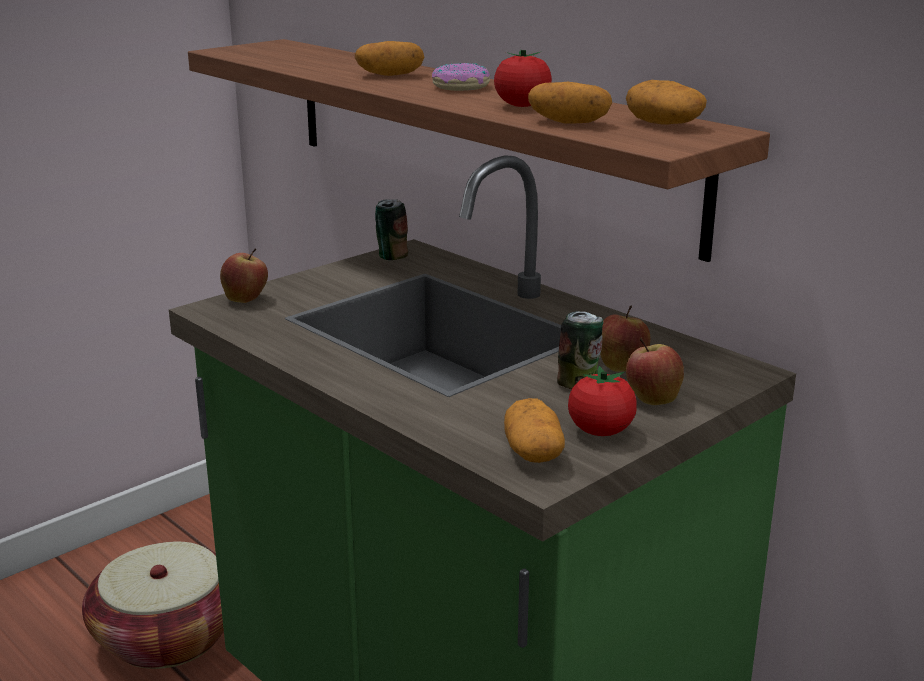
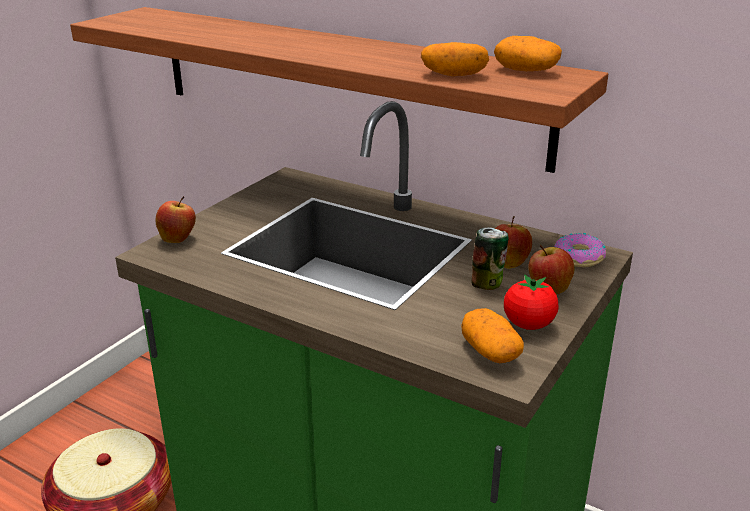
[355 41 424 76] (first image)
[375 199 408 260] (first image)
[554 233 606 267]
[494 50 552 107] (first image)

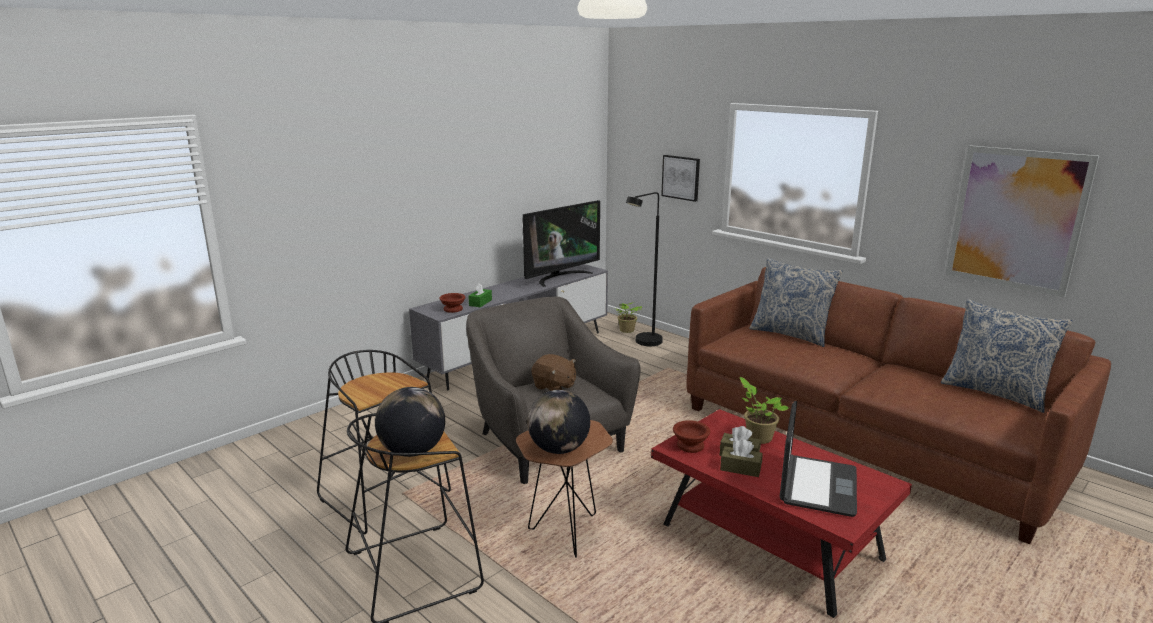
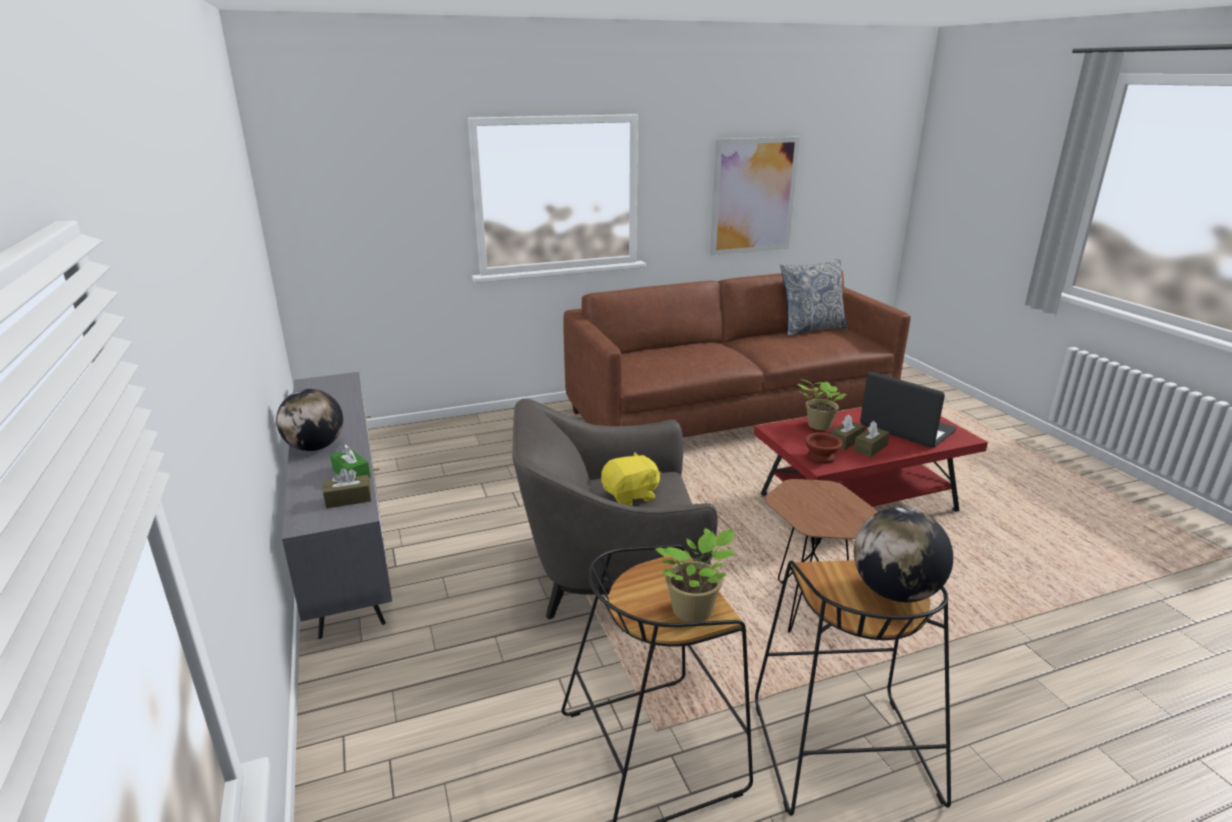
[323 468 371 508]
[523 200 600 287] (first image)
[276 389 343 451]
[601 452 661 506]
[655 528 734 622]
[626 192 663 346] (first image)
[661 155 700 202] (first image)
[749 258 843 347] (first image)

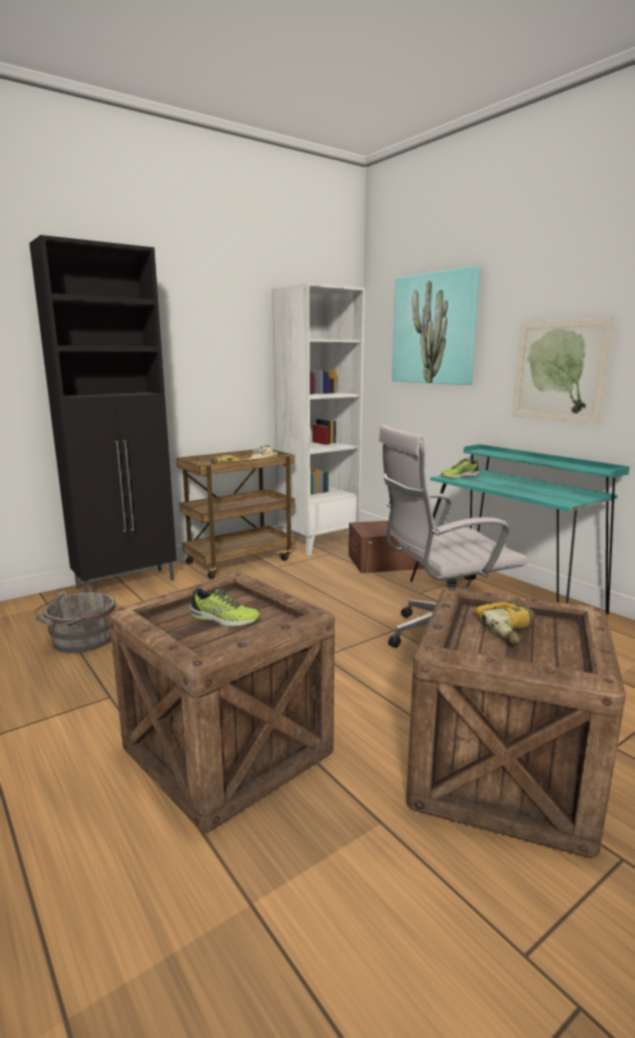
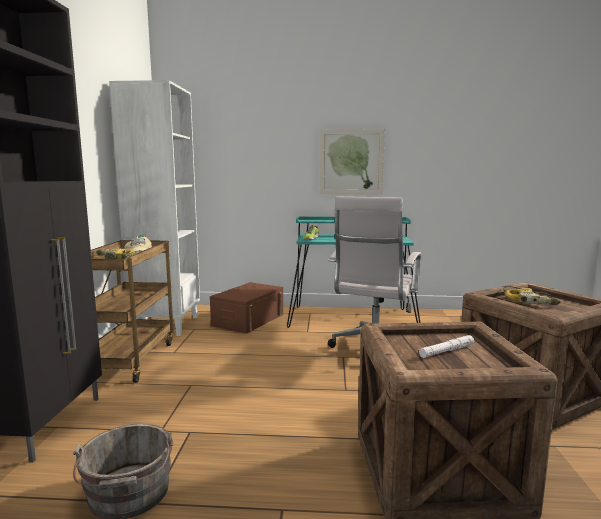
[419 335 474 358]
[392 266 481 385] (first image)

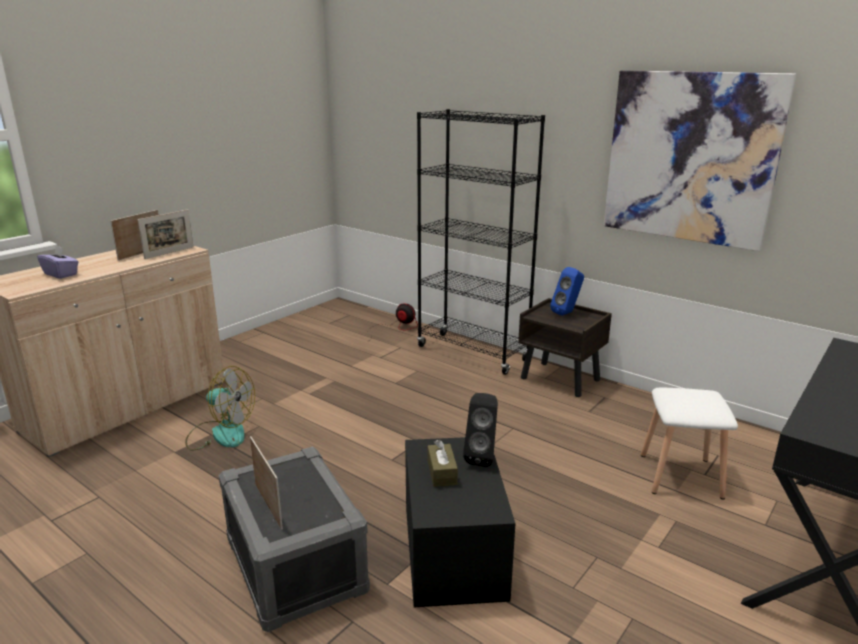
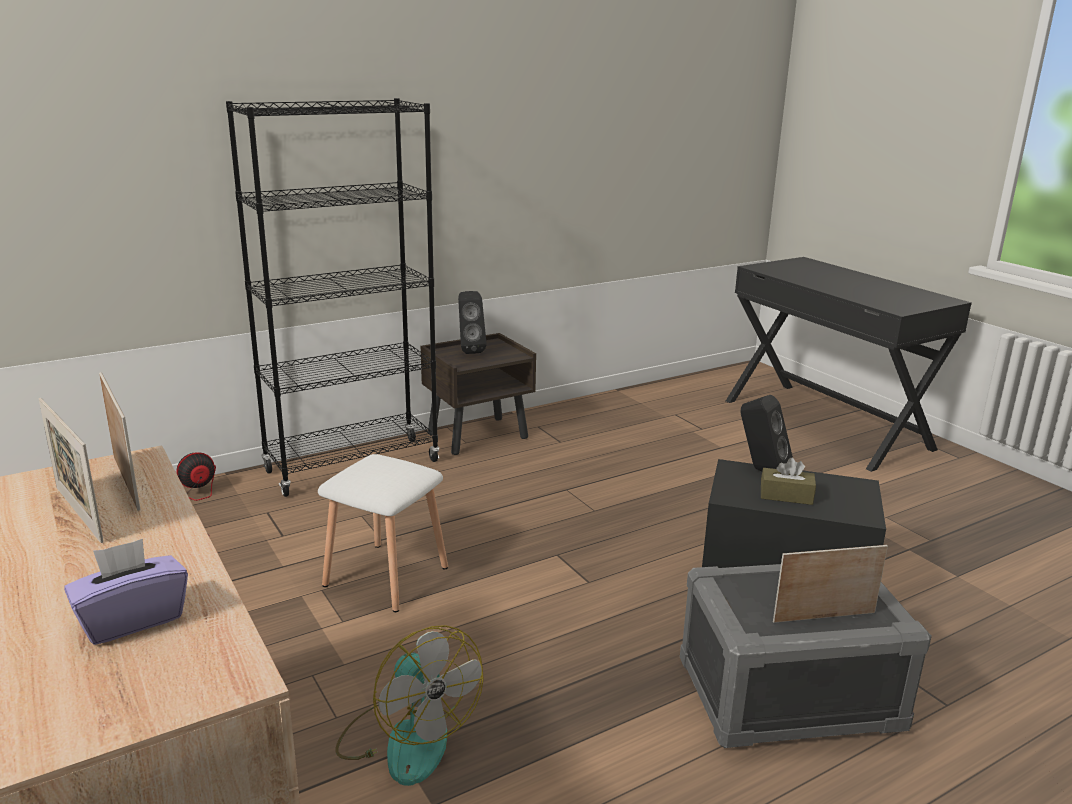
[335 625 484 786]
[458 291 487 354]
[604 71 796 251] (first image)
[318 454 448 612]

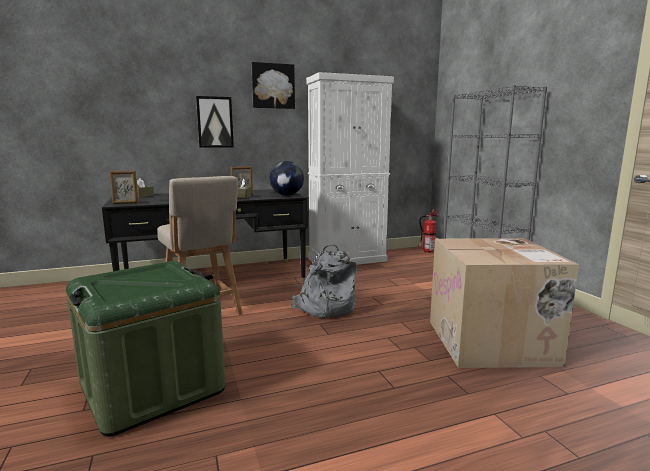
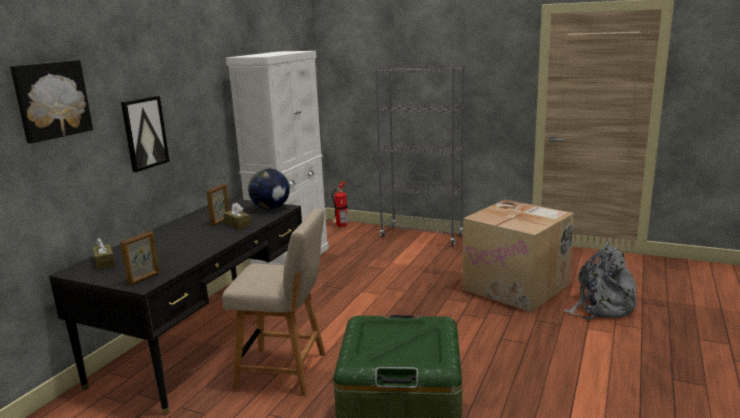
[10 60 93 143]
[563 240 638 320]

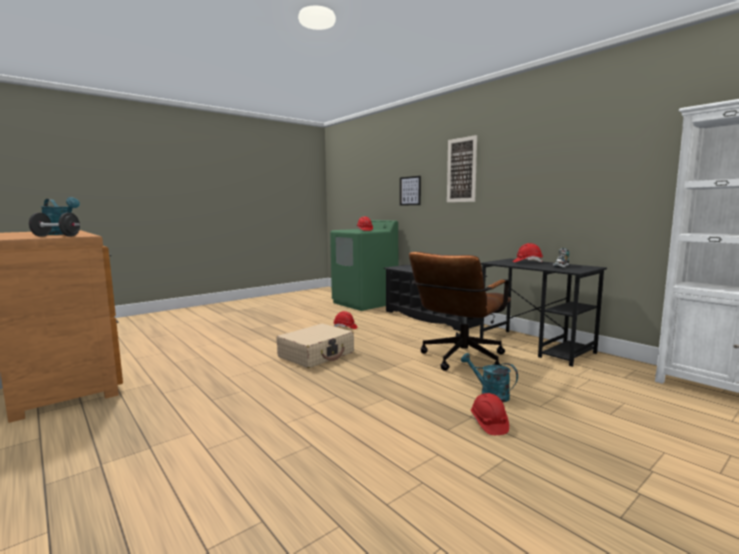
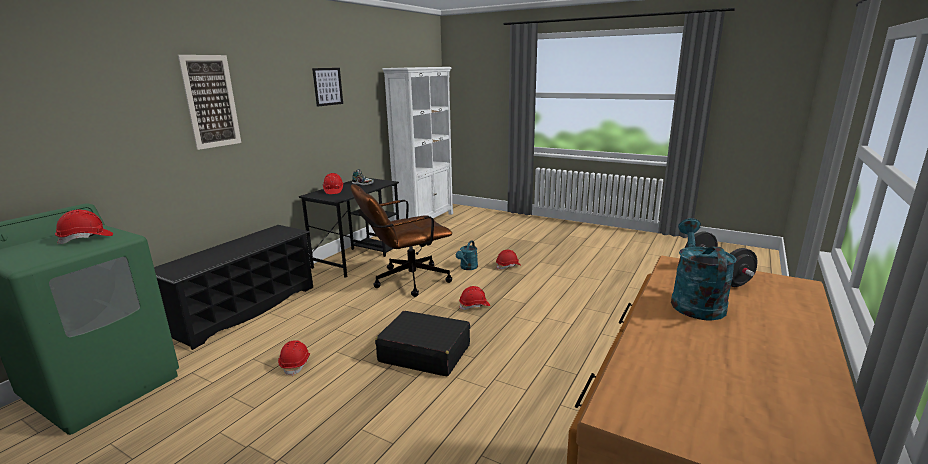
[375 311 470 376]
[312 68 343 107]
[351 184 452 297]
[459 286 490 310]

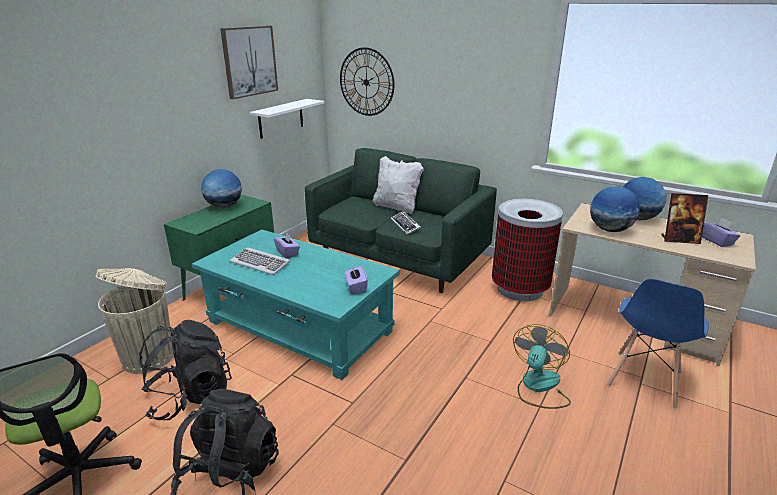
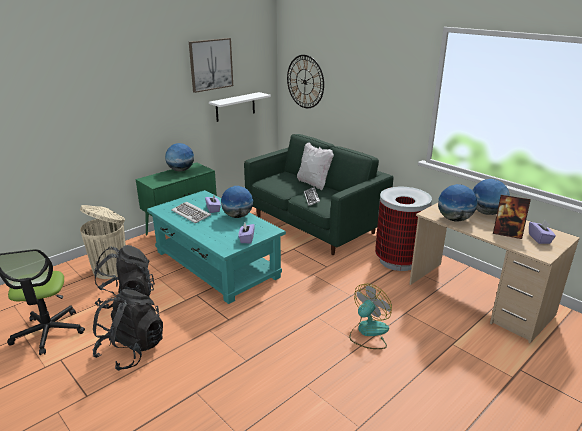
[607 279 709 409] (first image)
[221 186 253 218]

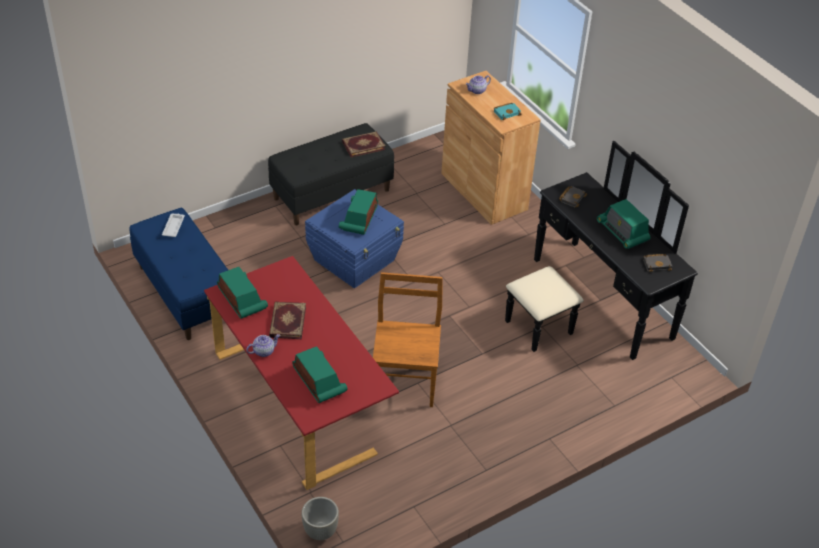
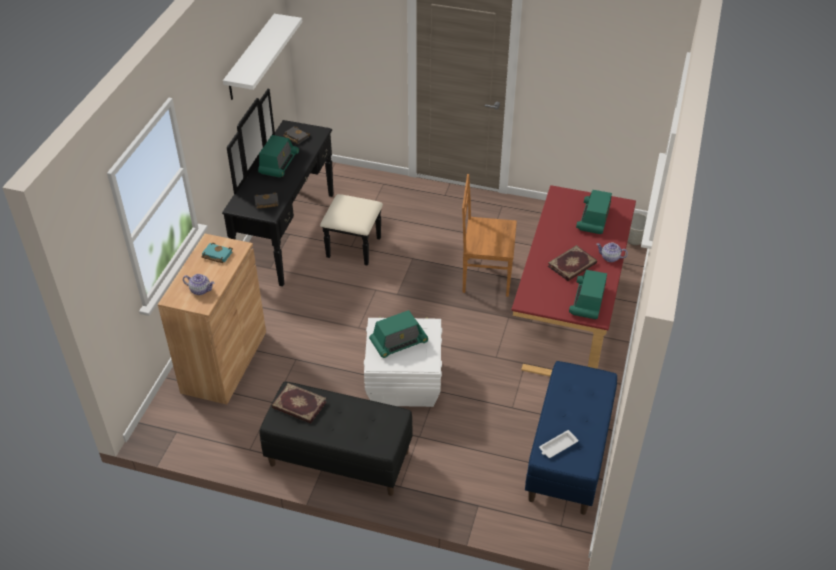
[364 317 442 407]
[462 174 517 297]
[223 14 302 100]

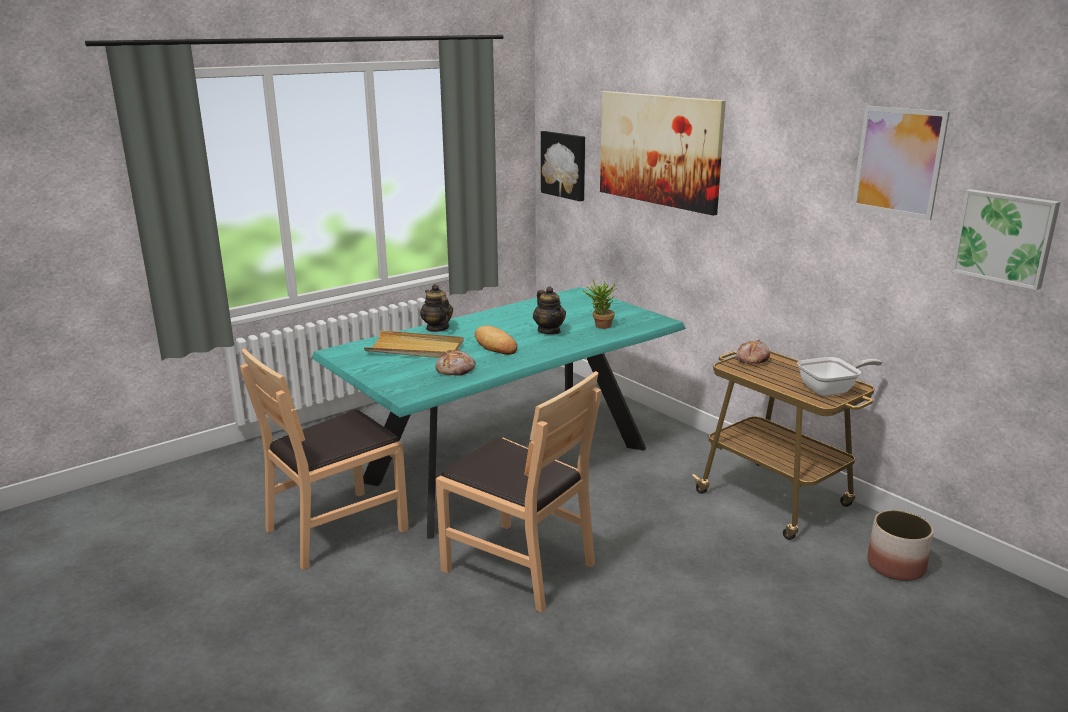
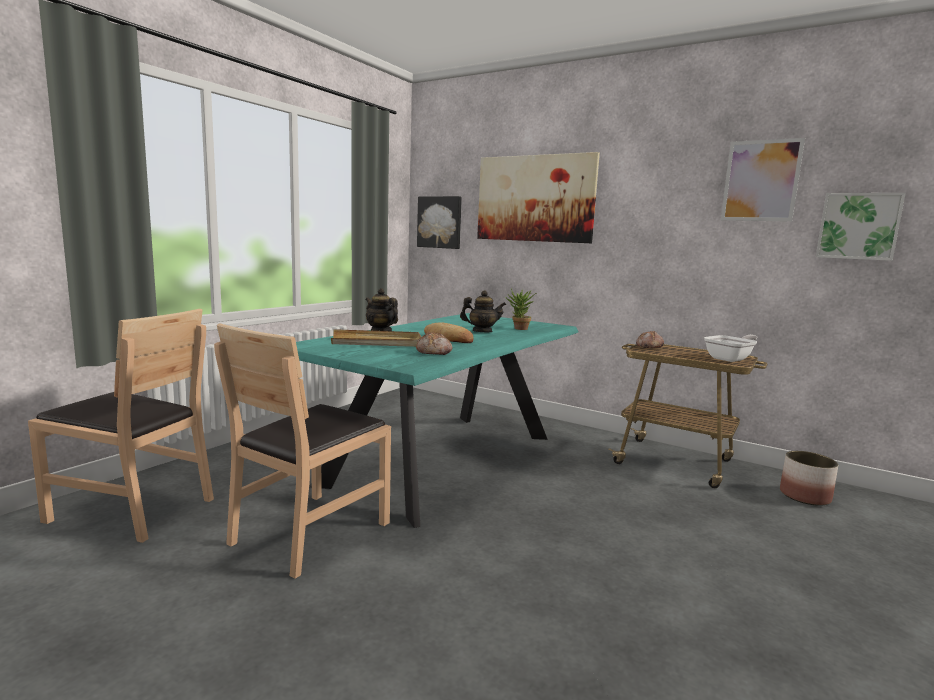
[28 309 214 543]
[460 290 506 332]

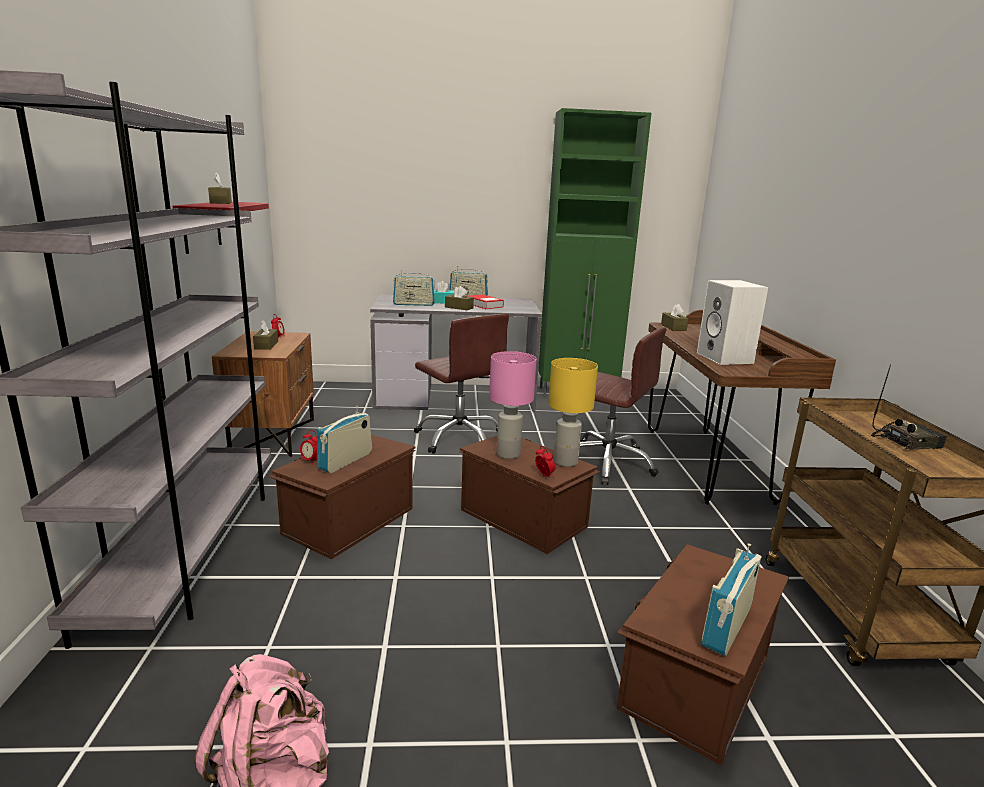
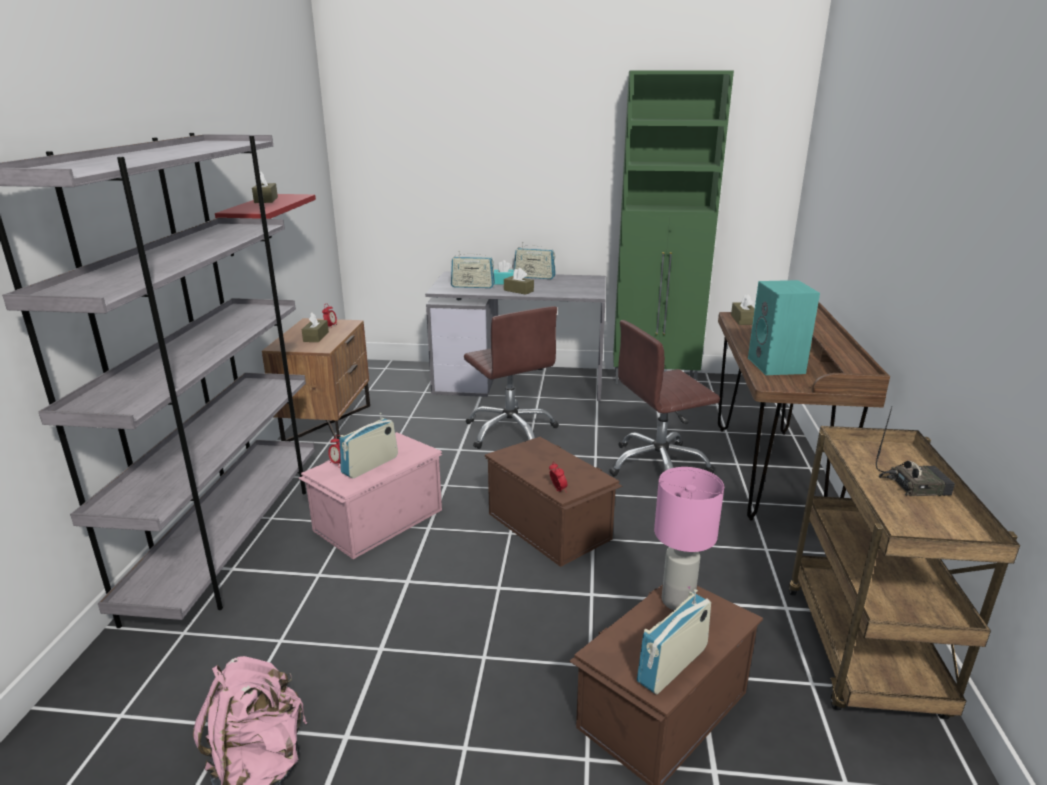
[298 432 442 559]
[468 294 504 309] (first image)
[654 467 724 610]
[548 358 598 467] (first image)
[609 320 720 476]
[748 280 820 375]

